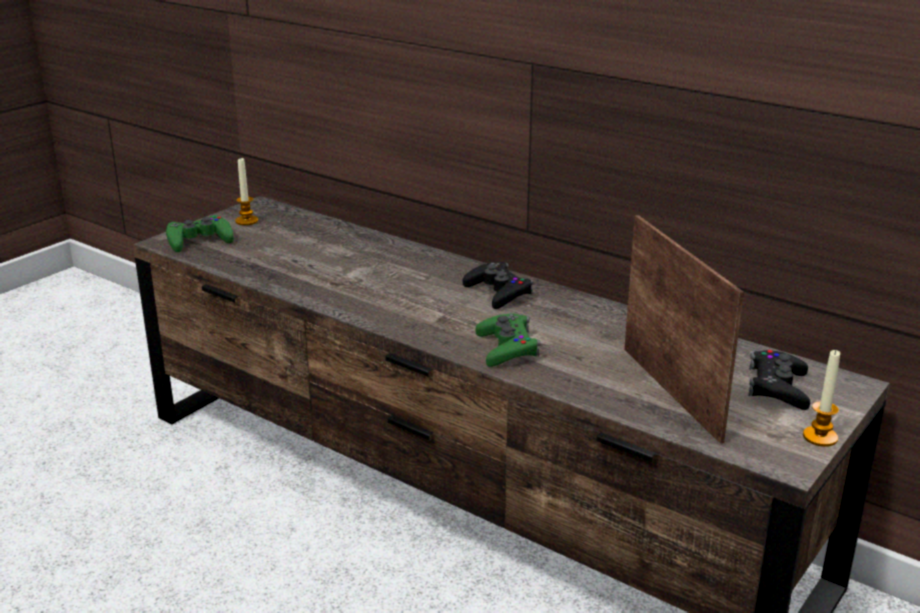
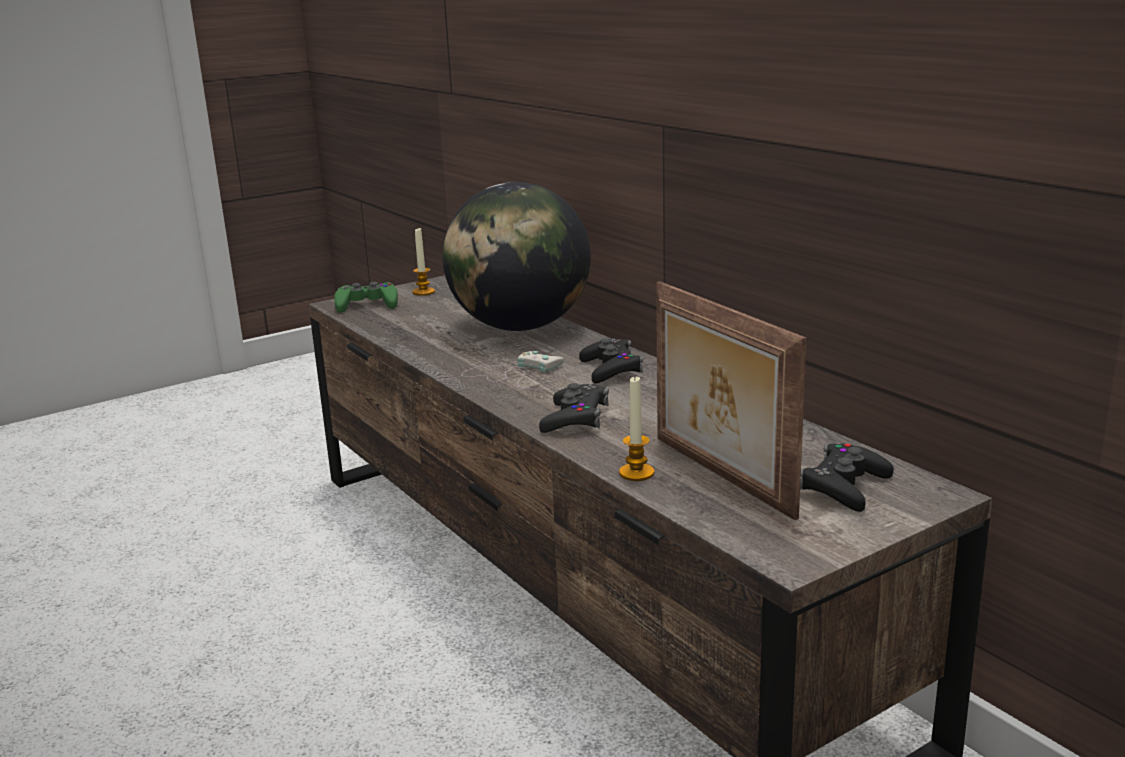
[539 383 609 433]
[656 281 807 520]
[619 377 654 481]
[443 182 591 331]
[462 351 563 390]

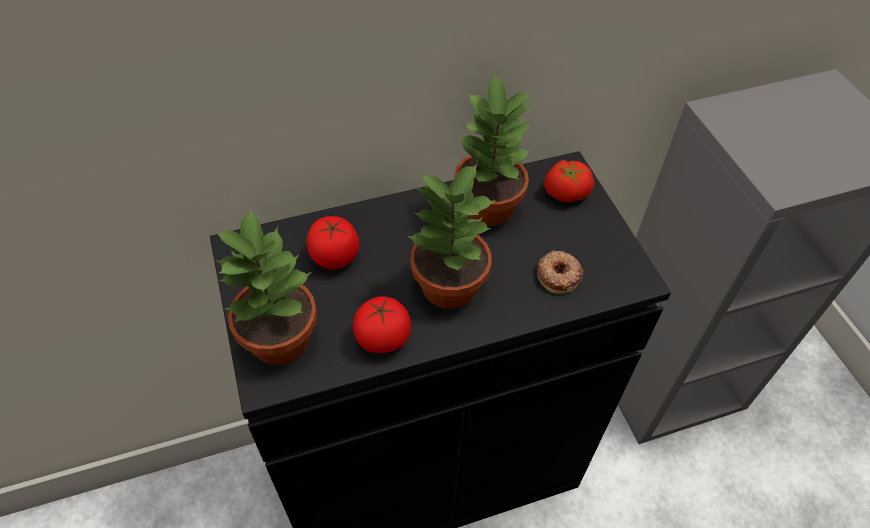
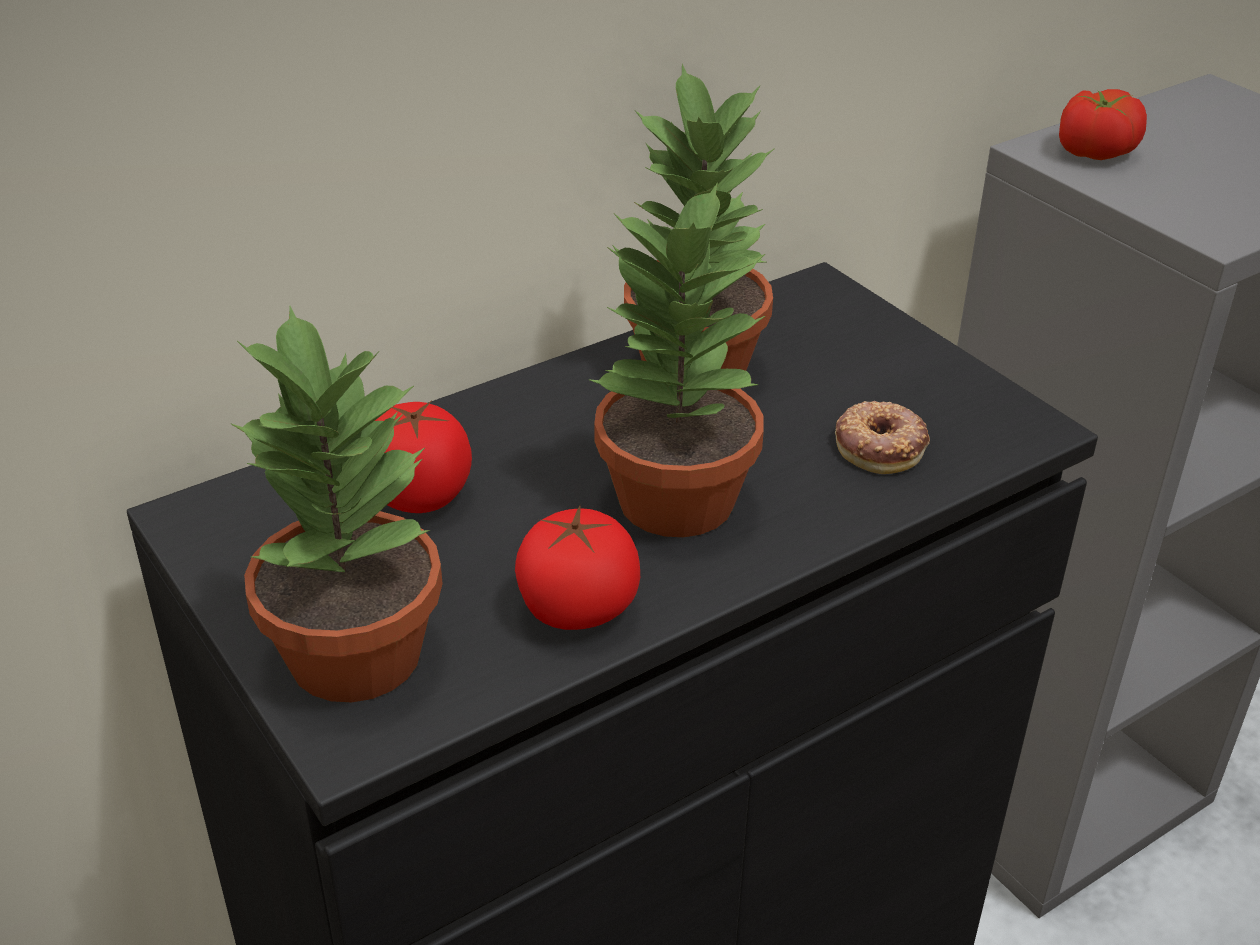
[1059 89 1147 160]

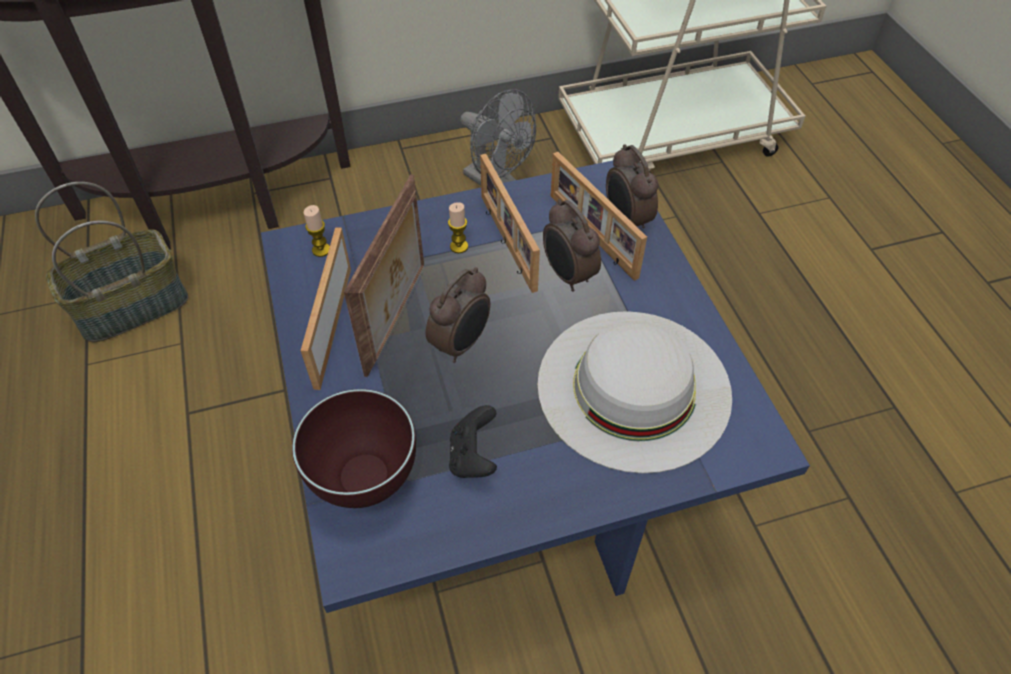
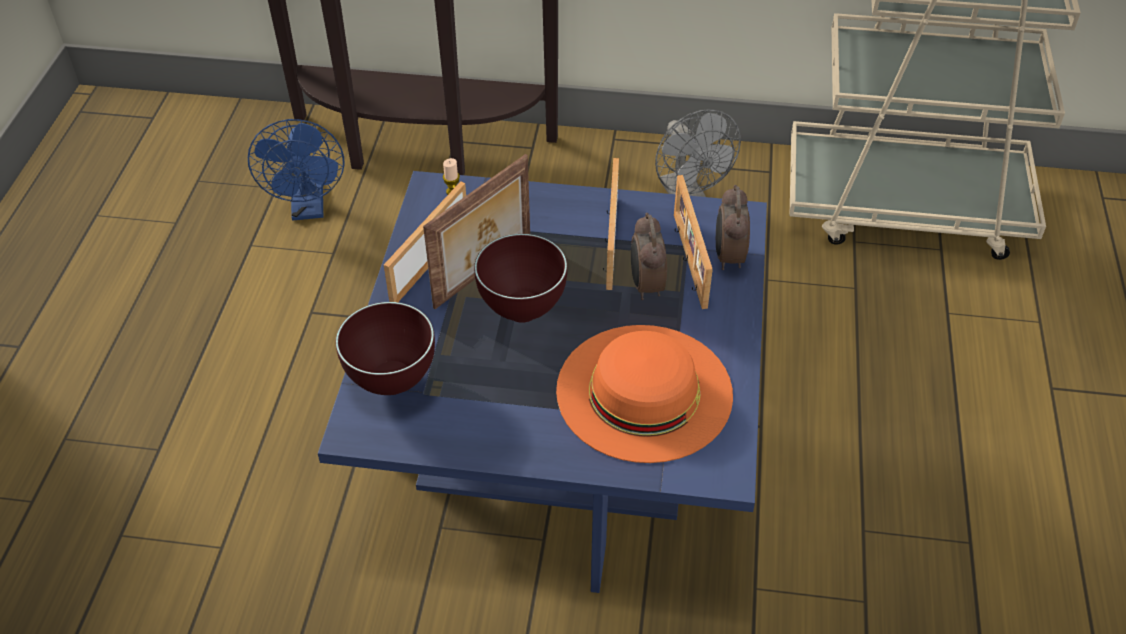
[248 119 345 220]
[474 234 567 323]
[448 202 468 253] (first image)
[449 405 497 478] (first image)
[556 325 733 463]

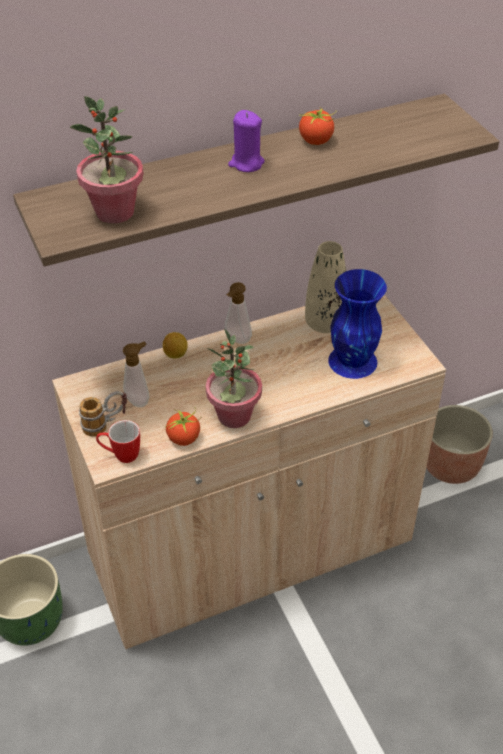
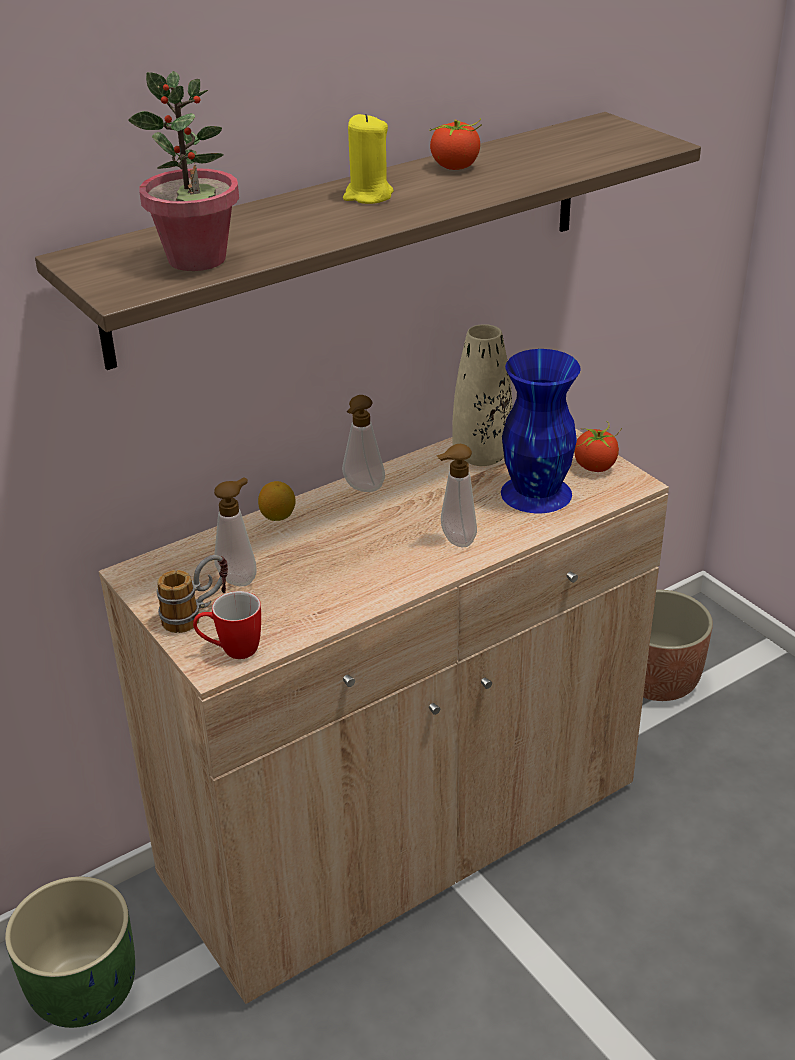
[574 421 622 472]
[206 328 262 428] (first image)
[343 114 394 204]
[437 444 477 547]

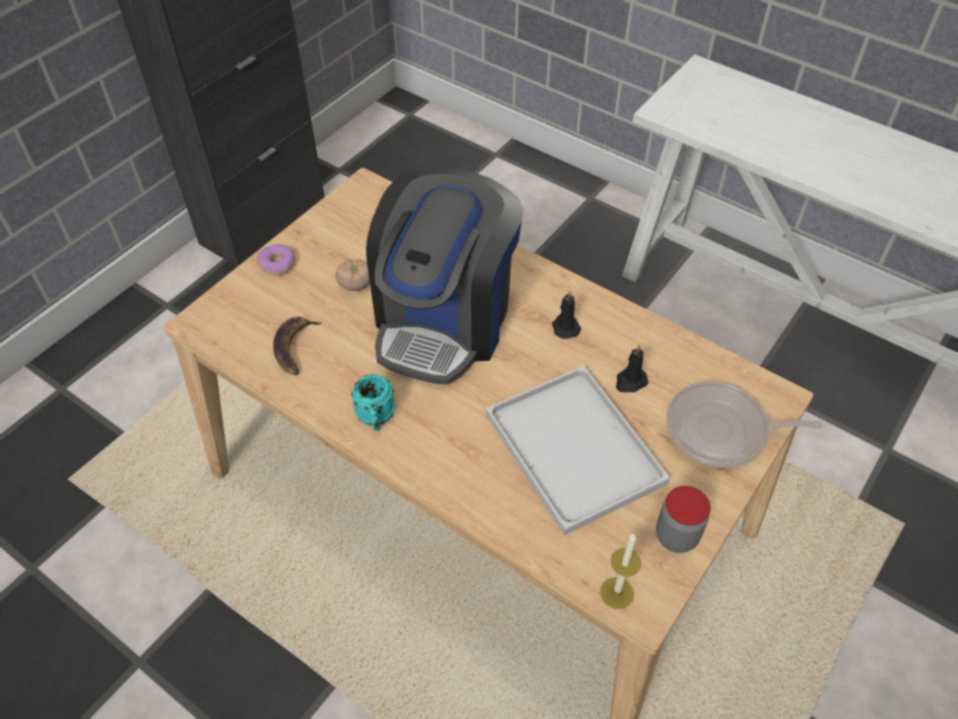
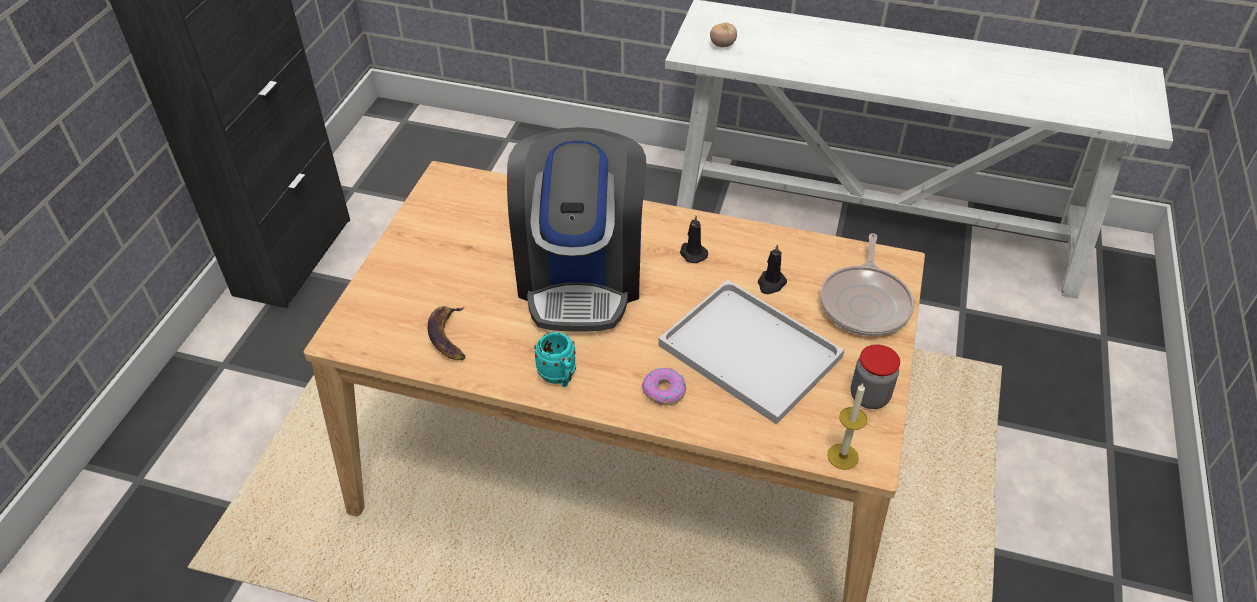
[642 368 686 405]
[710 23 737 47]
[820 233 914 336]

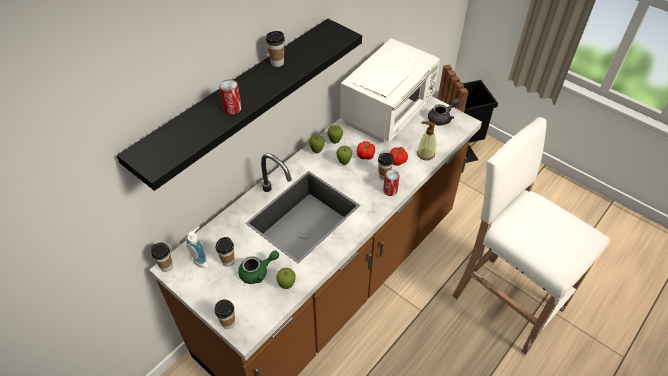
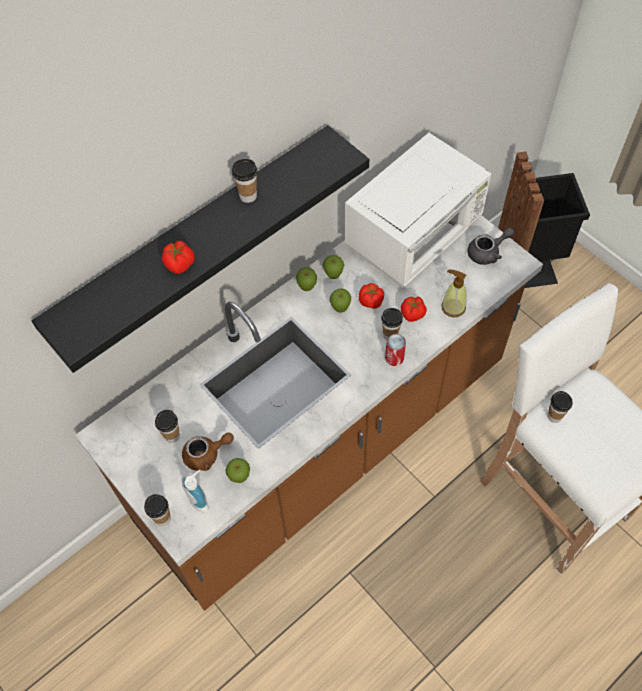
[547 391 573 423]
[182 469 209 513]
[161 241 195 274]
[182 433 234 471]

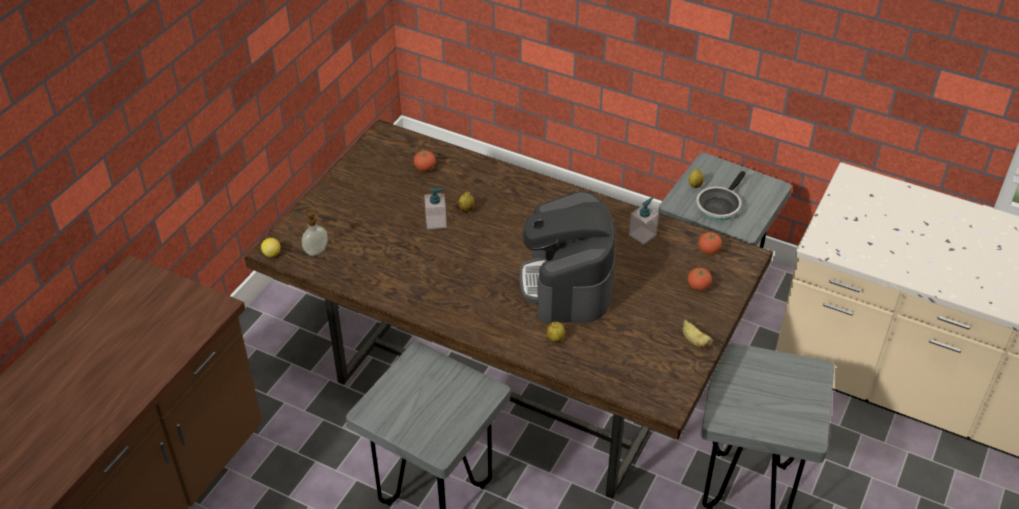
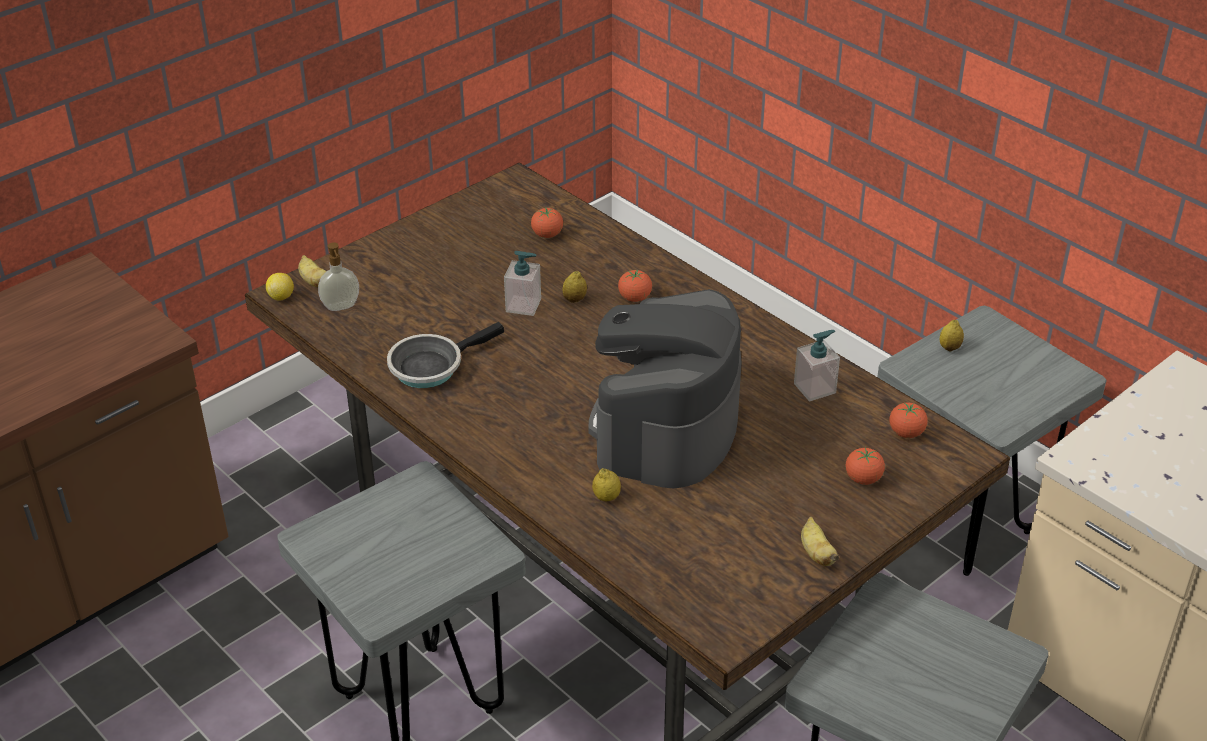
[387 322 504 388]
[298 255 326 287]
[618 270 652 302]

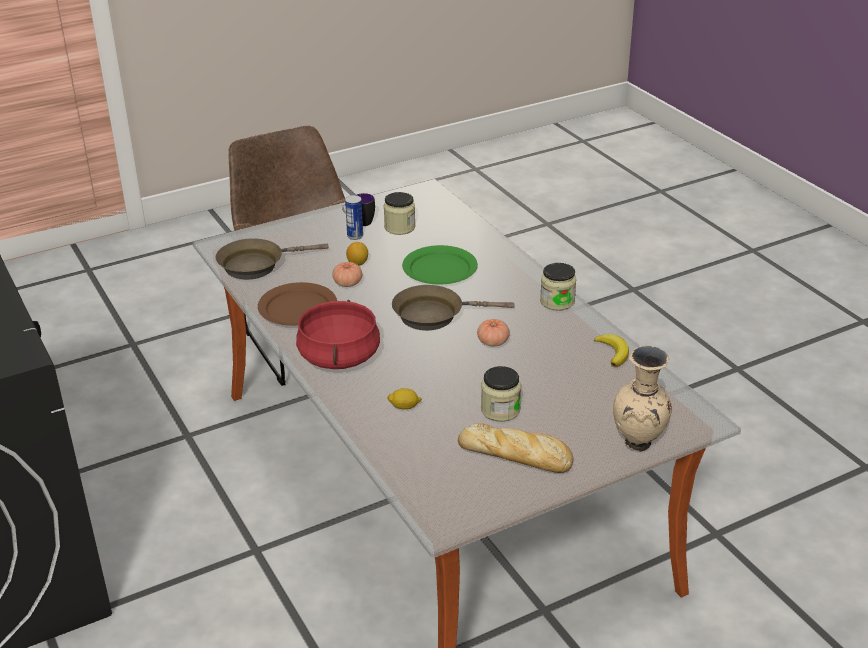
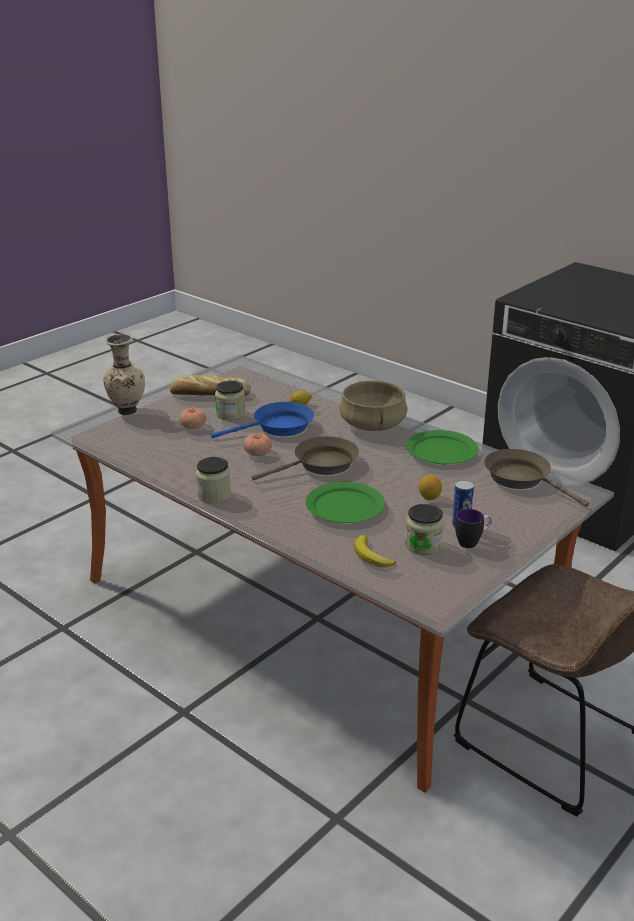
[484 449 589 507]
[406 430 478 464]
[339 381 408 431]
[179 408 206 429]
[354 535 396 567]
[211 402 314 438]

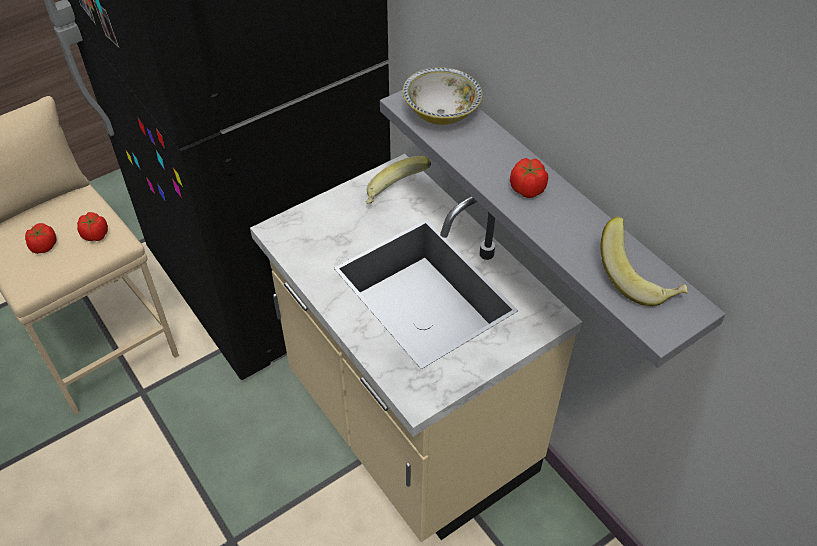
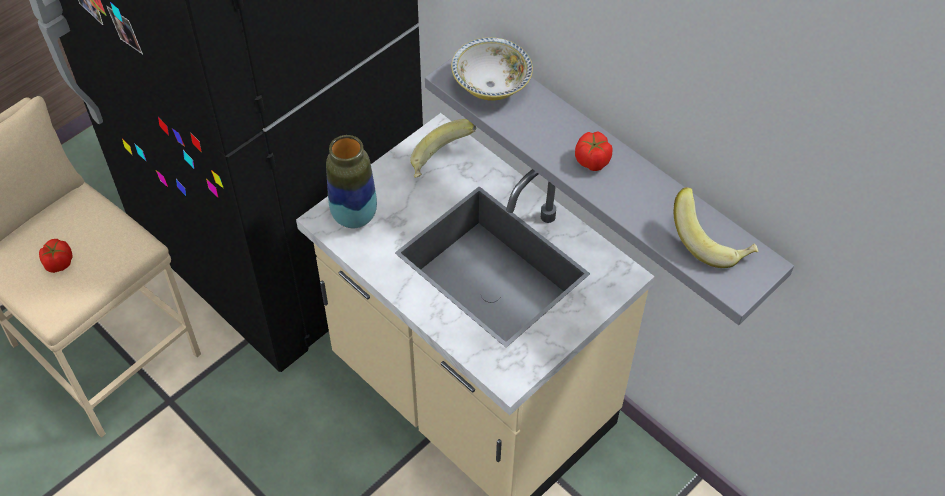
[77 212 108 241] (first image)
[326 135 377 228]

